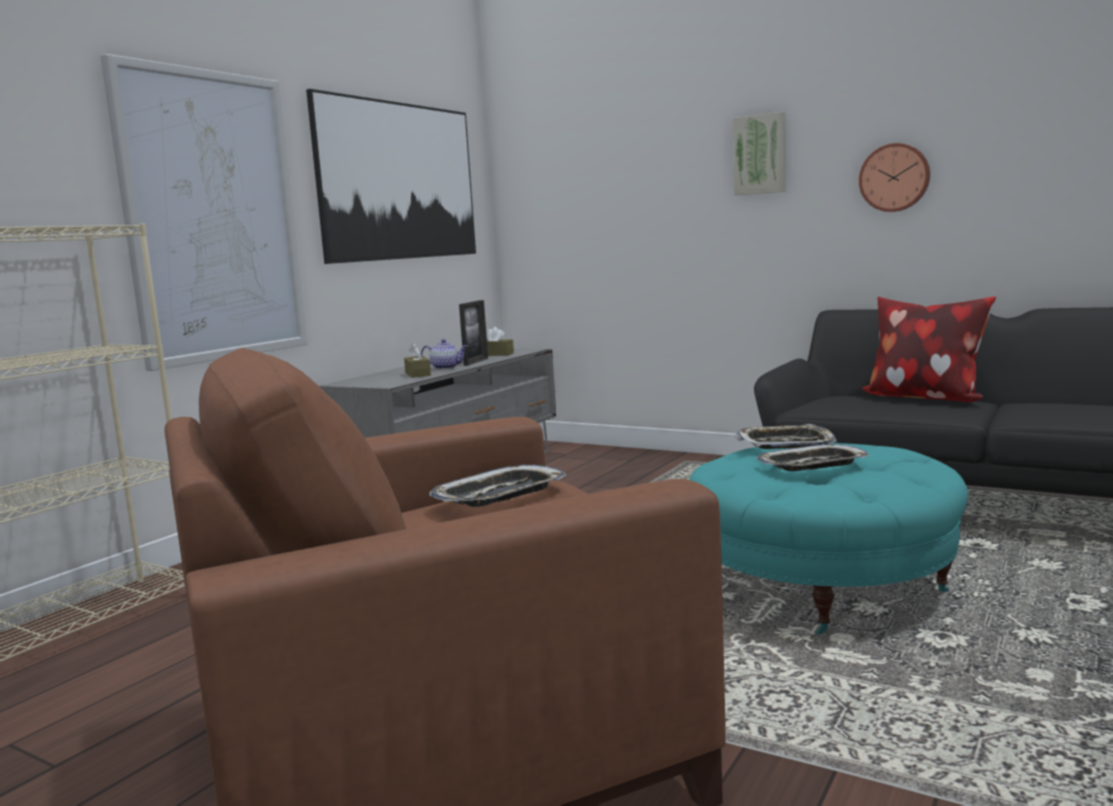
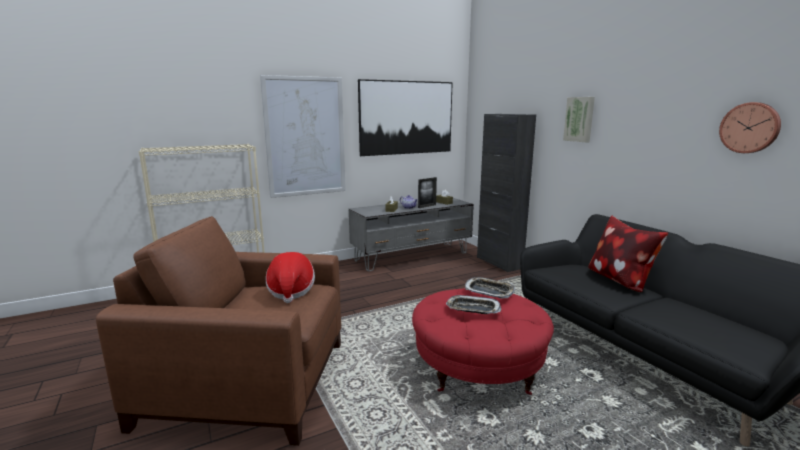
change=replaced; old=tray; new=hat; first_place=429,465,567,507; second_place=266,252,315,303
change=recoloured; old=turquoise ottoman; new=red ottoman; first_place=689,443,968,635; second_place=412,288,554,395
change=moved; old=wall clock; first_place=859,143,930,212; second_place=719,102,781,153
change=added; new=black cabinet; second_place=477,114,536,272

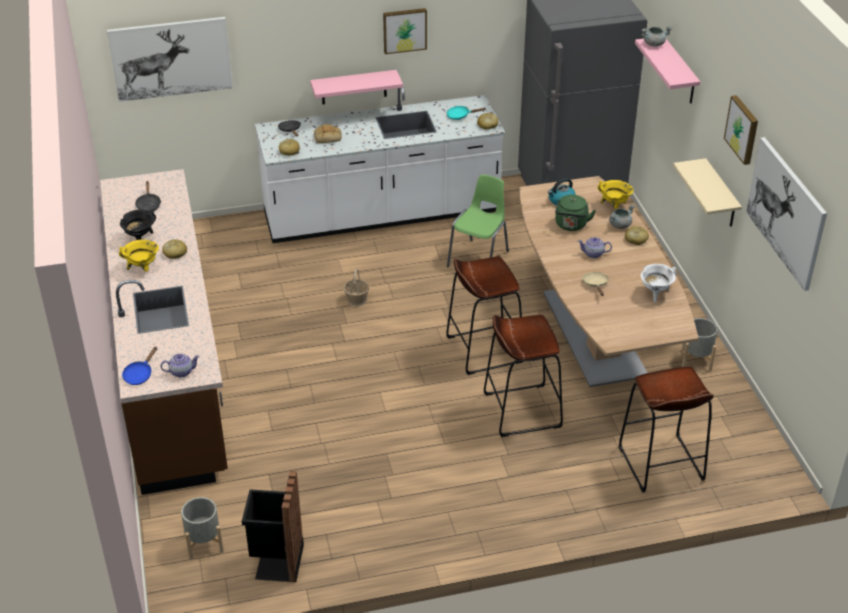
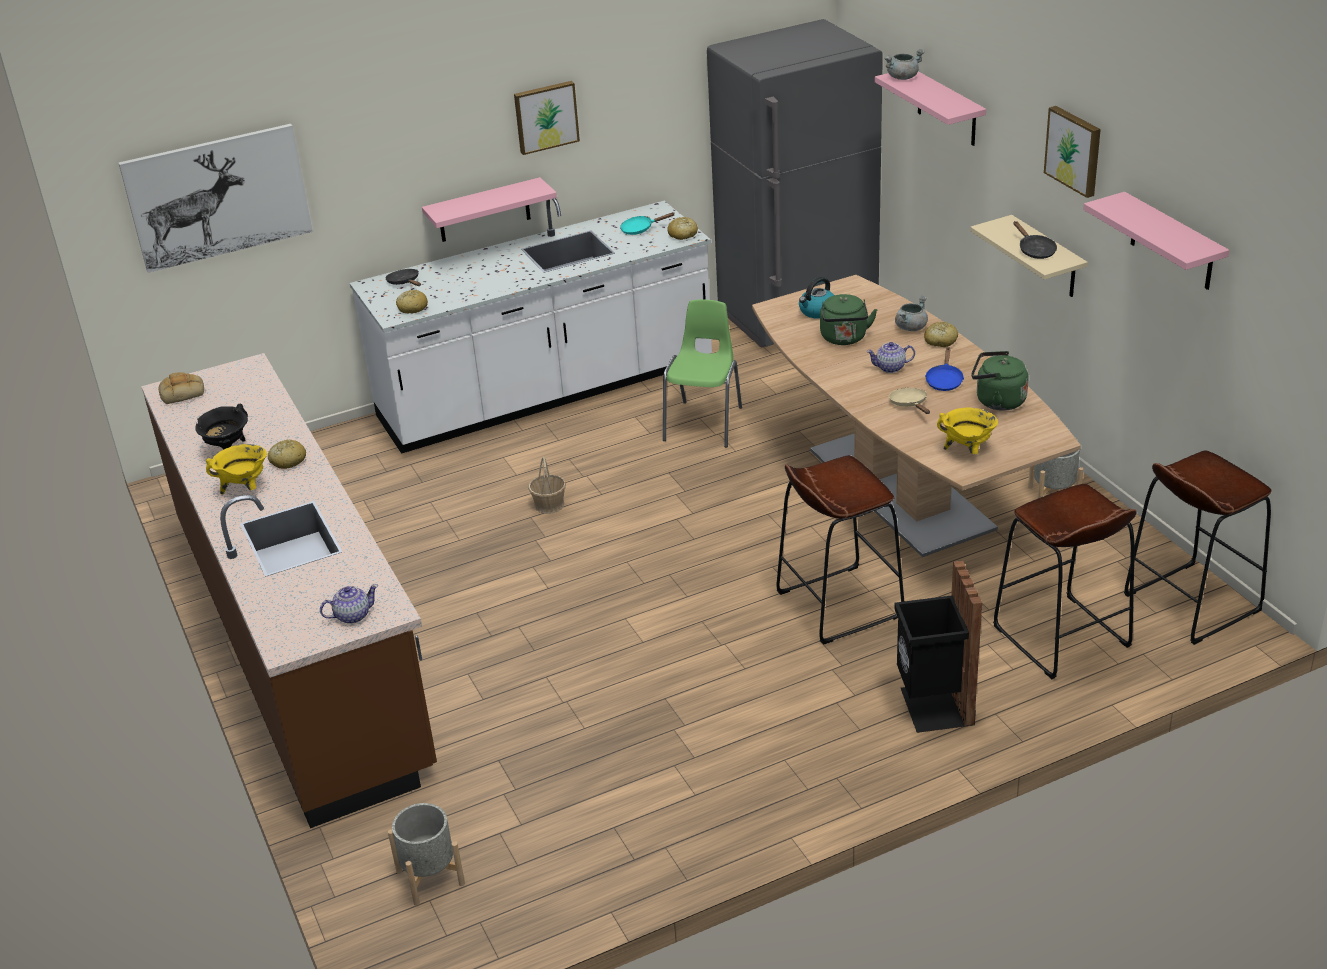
change=moved; old=blue frying pan; first_place=122,346,157,385; second_place=925,347,964,391
change=moved; old=black frying pan; first_place=135,181,161,211; second_place=1014,221,1057,259
change=moved; old=black trash can; first_place=242,471,304,582; second_place=894,560,982,733
change=moved; old=bread; first_place=314,124,342,143; second_place=158,373,204,404
change=moved; old=brown stool; first_place=446,256,522,375; second_place=1124,450,1272,645
change=moved; old=yellow cooking pot; first_place=598,180,634,209; second_place=937,407,998,454
change=replaced; old=white cooking pot; new=green kettle; first_place=641,264,677,303; second_place=971,351,1028,411
change=replaced; old=picture; new=pink shelf; first_place=746,137,827,291; second_place=1083,192,1229,290

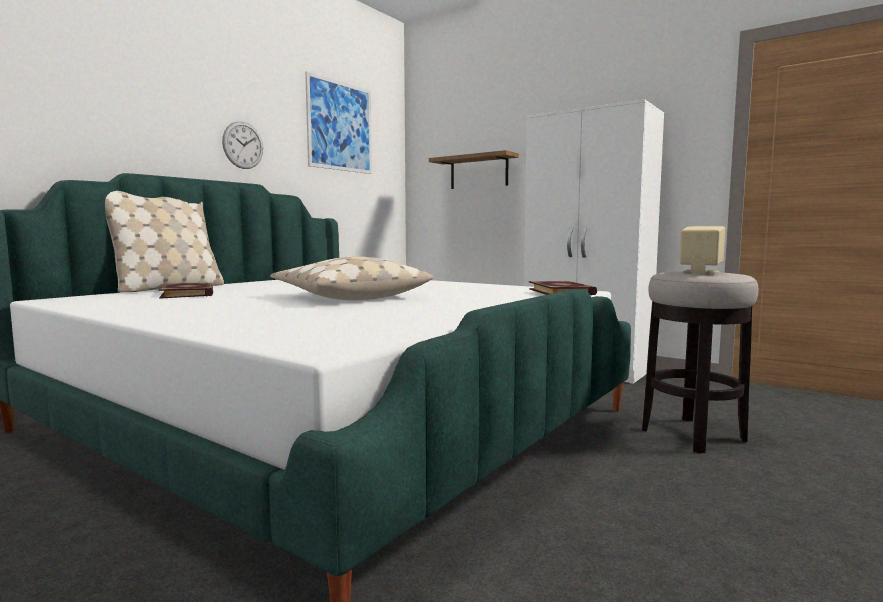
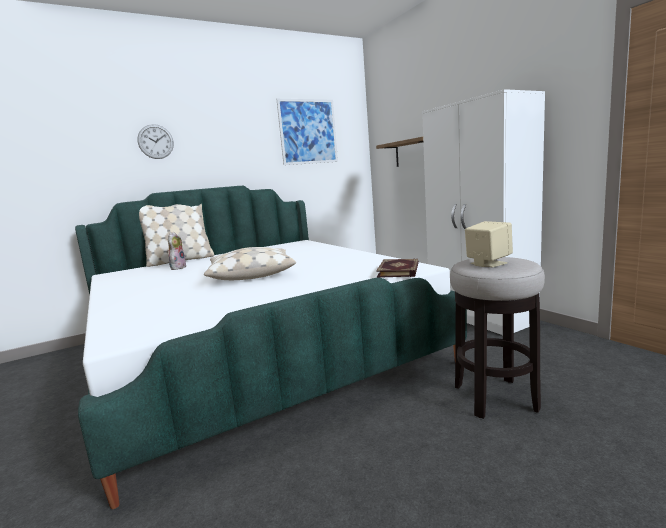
change=replaced; old=book; new=plush toy; first_place=159,282,213,299; second_place=167,232,187,270
change=moved; old=wall clock; first_place=222,121,263,169; second_place=137,124,174,159

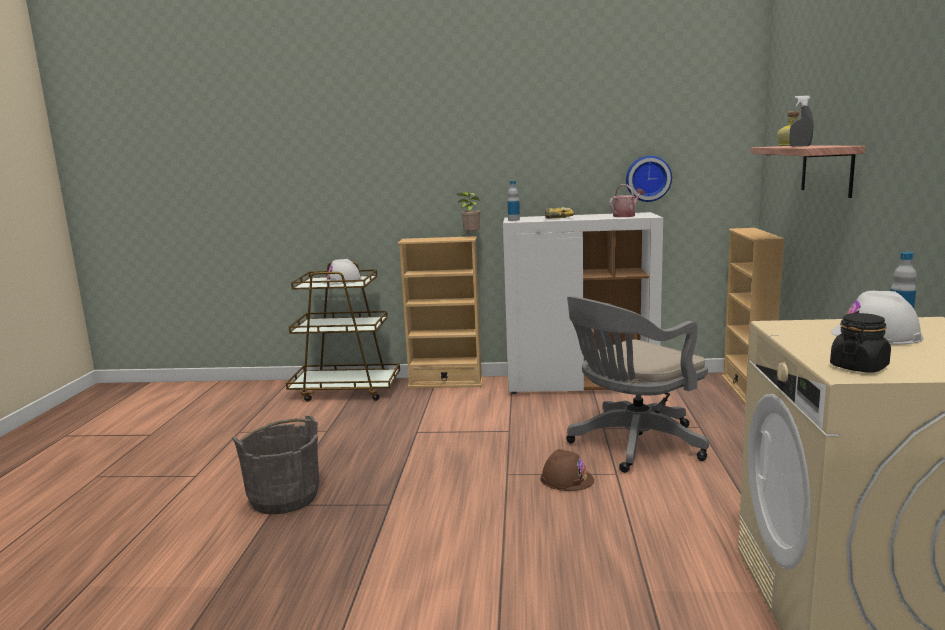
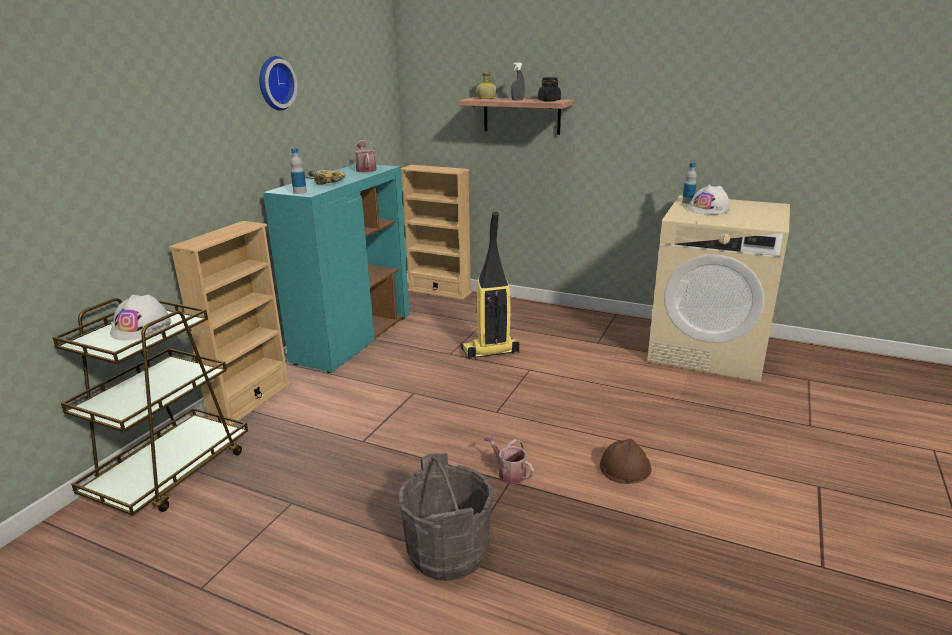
change=removed; old=potted plant; first_place=456,192,480,236
change=recoloured; old=white cabinet; new=turquoise cabinet; first_place=503,212,663,394; second_place=263,164,410,373
change=moved; old=brown hard hat; first_place=540,449,594,491; second_place=600,439,651,484
change=replaced; old=grey office chair; new=vacuum cleaner; first_place=566,296,709,473; second_place=461,212,519,360
change=moved; old=wall clock; first_place=626,156,672,202; second_place=259,56,297,111
change=moved; old=black jar; first_place=830,313,891,373; second_place=538,77,561,102
change=added; new=watering can; second_place=484,434,534,484

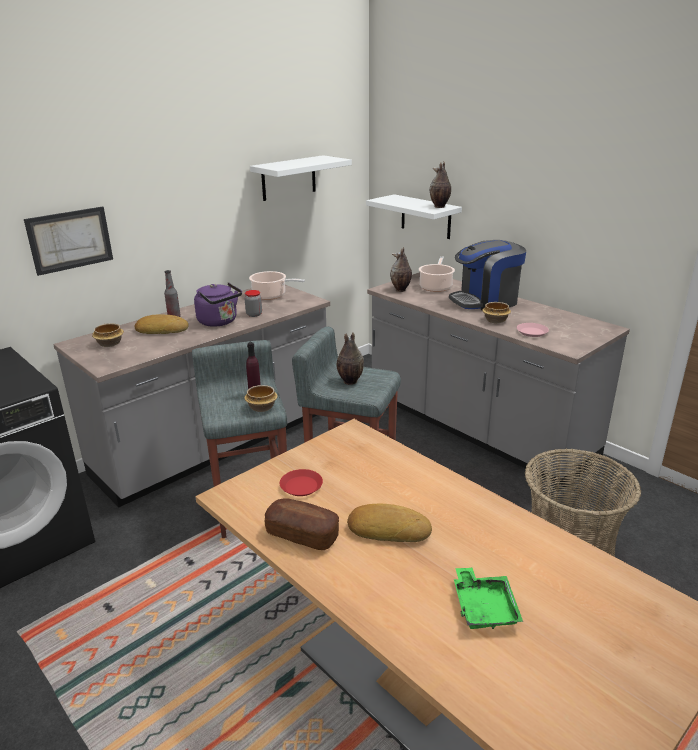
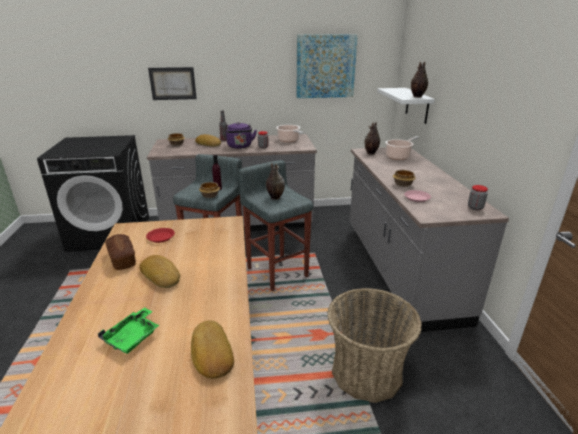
change=replaced; old=white shelf; new=picture; first_place=250,155,352,201; second_place=296,34,358,98
change=removed; old=coffee machine; first_place=449,240,526,310
change=added; new=bread; second_place=191,320,234,379
change=added; new=jar; second_place=468,185,488,210

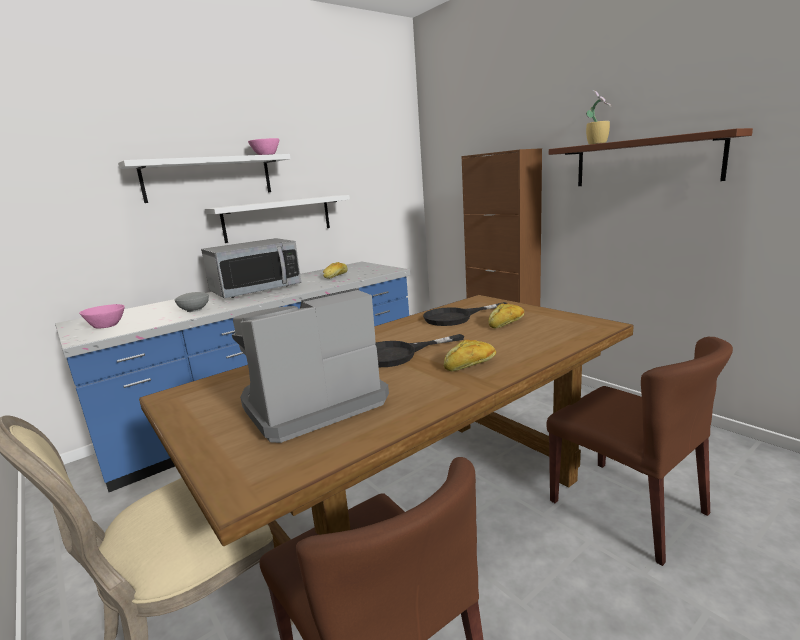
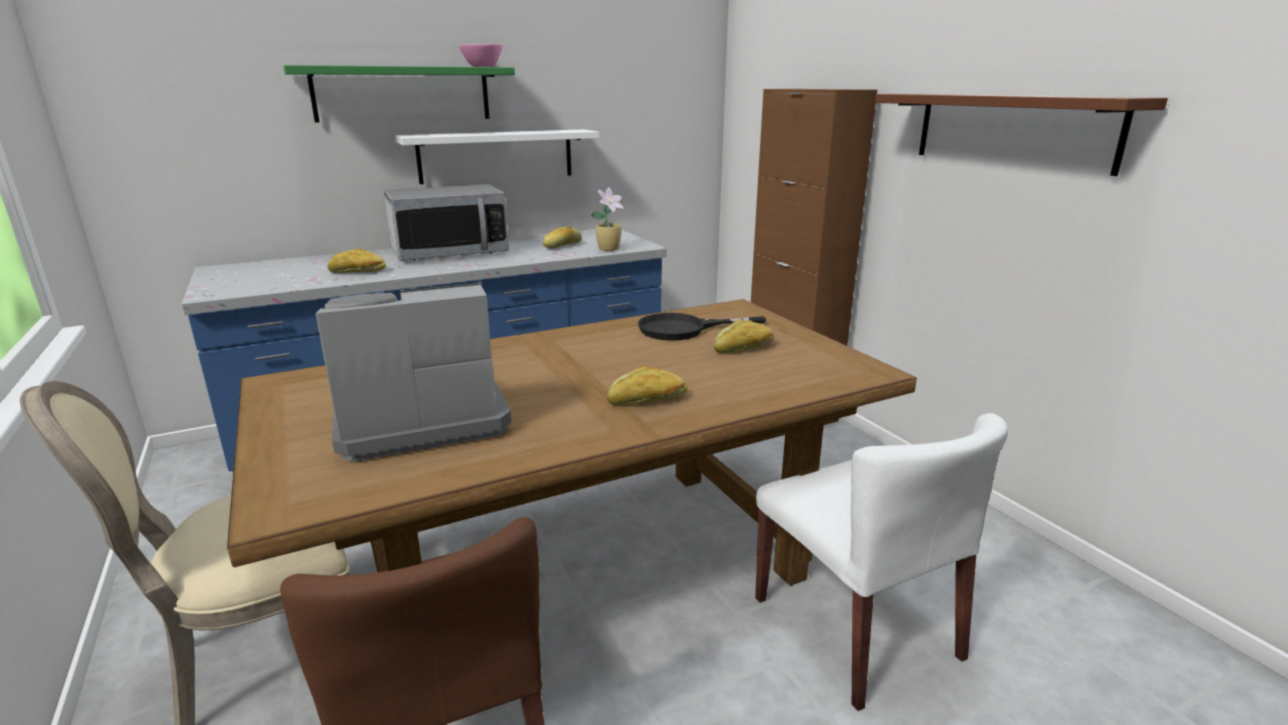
change=removed; old=pink bowl; first_place=79,304,125,329
change=recoloured; old=white shelf; new=green shelf; first_place=118,154,291,203; second_place=283,65,515,123
change=replaced; old=grey bowl; new=bread; first_place=175,292,209,312; second_place=327,248,386,273
change=removed; old=black frying pan; first_place=375,334,464,367
change=recoloured; old=brown chair; new=white chair; first_place=546,337,733,566; second_place=755,413,1008,711
change=moved; old=potted plant; first_place=586,90,612,145; second_place=591,187,624,251

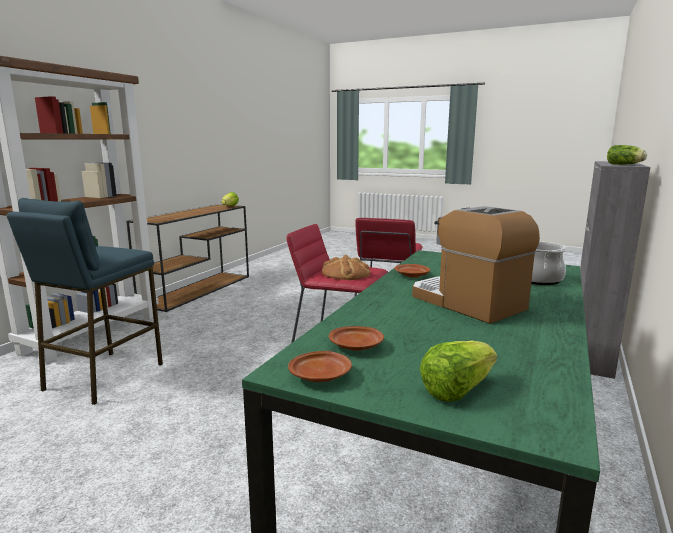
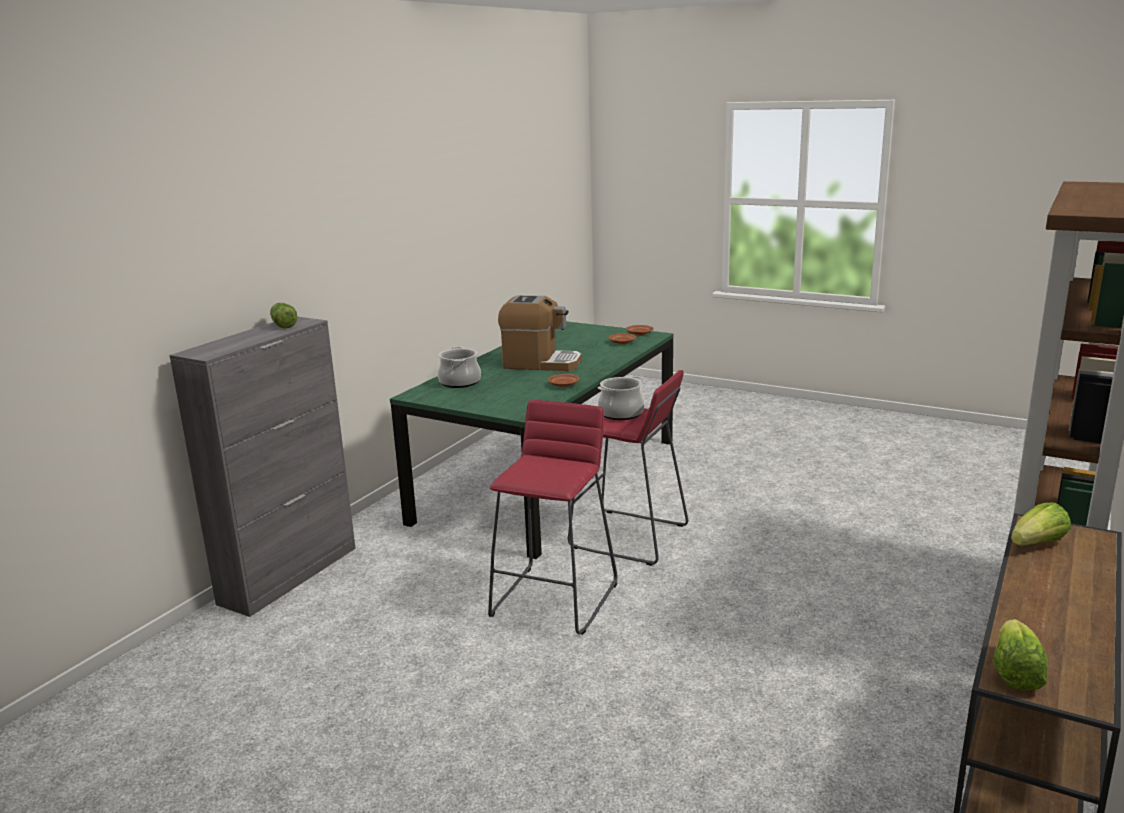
change=removed; old=blue stool; first_place=7,198,163,405
change=replaced; old=bread; new=cooking pot; first_place=322,255,370,280; second_place=597,376,644,420
change=turned; old=coffee machine; first_place=412,206,540,324; second_place=498,295,582,371; degrees=-45
change=moved; old=lettuce; first_place=420,341,497,402; second_place=1011,503,1071,545

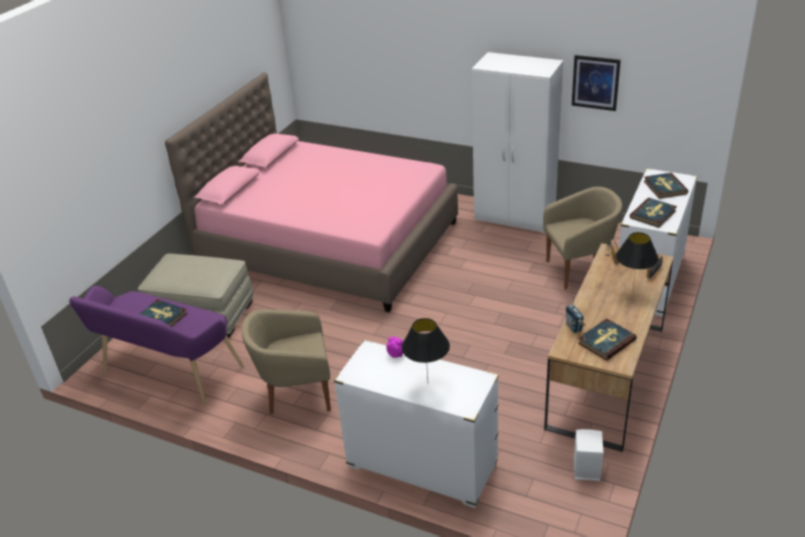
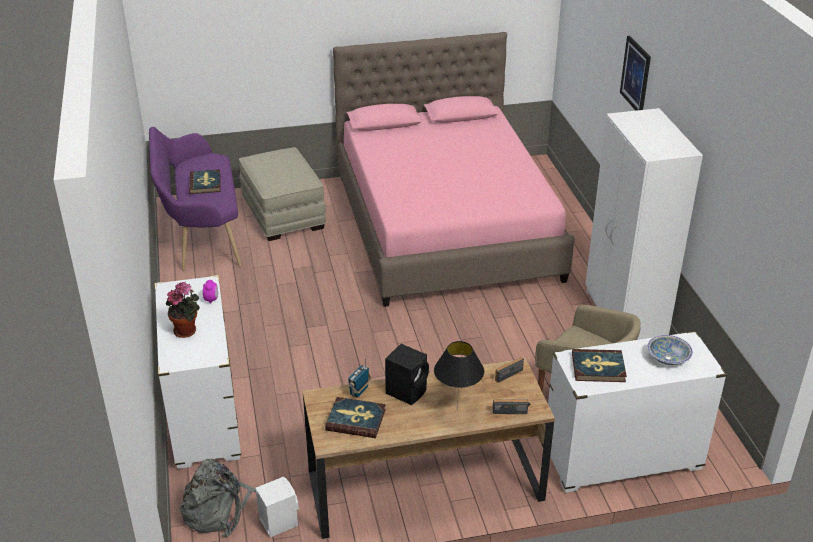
change=removed; old=beige armchair; first_place=241,310,331,414
change=replaced; old=black table lamp; new=potted plant; first_place=402,318,450,380; second_place=166,282,200,338
change=moved; old=picture; first_place=572,55,621,111; second_place=620,36,651,111
change=replaced; old=book; new=bowl; first_place=644,173,688,199; second_place=647,335,693,365
change=added; new=grey backpack; second_place=180,459,256,538
change=added; new=black speaker; second_place=385,344,429,405

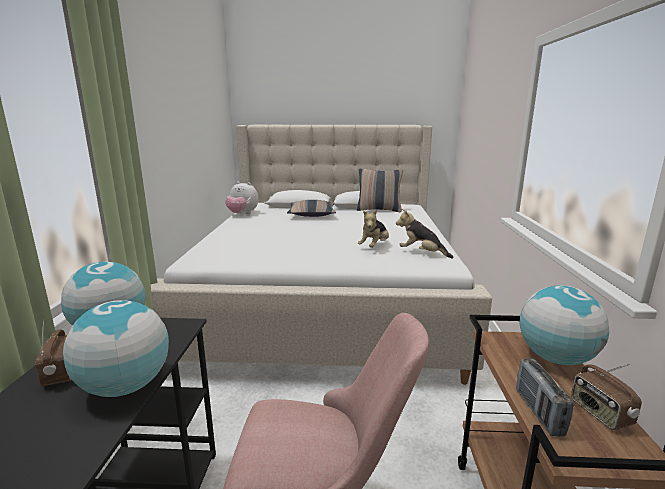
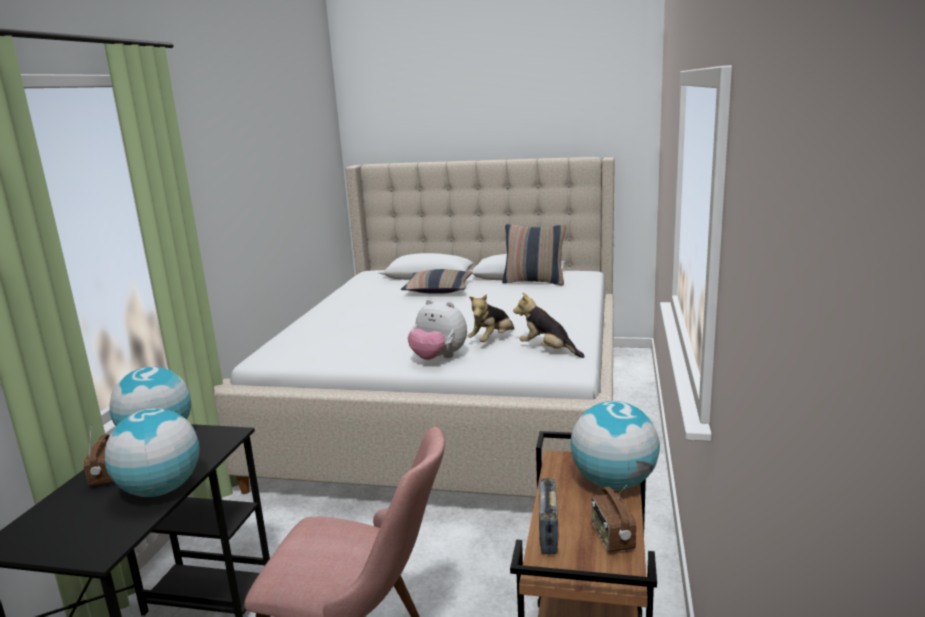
change=moved; old=plush toy; first_place=225,182,258,214; second_place=407,299,467,360

